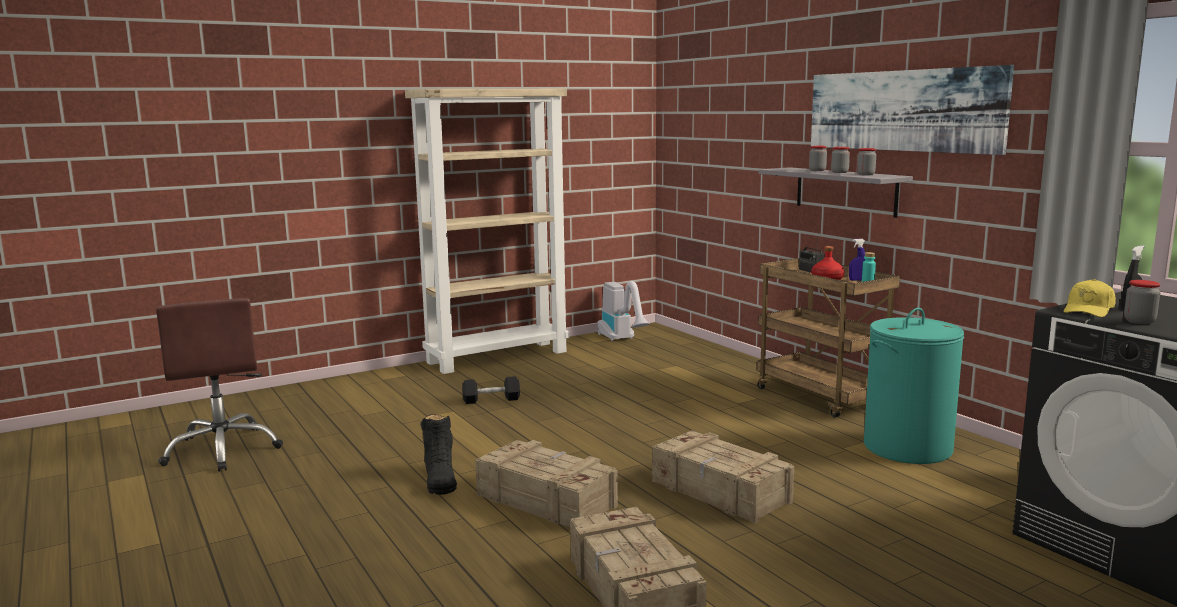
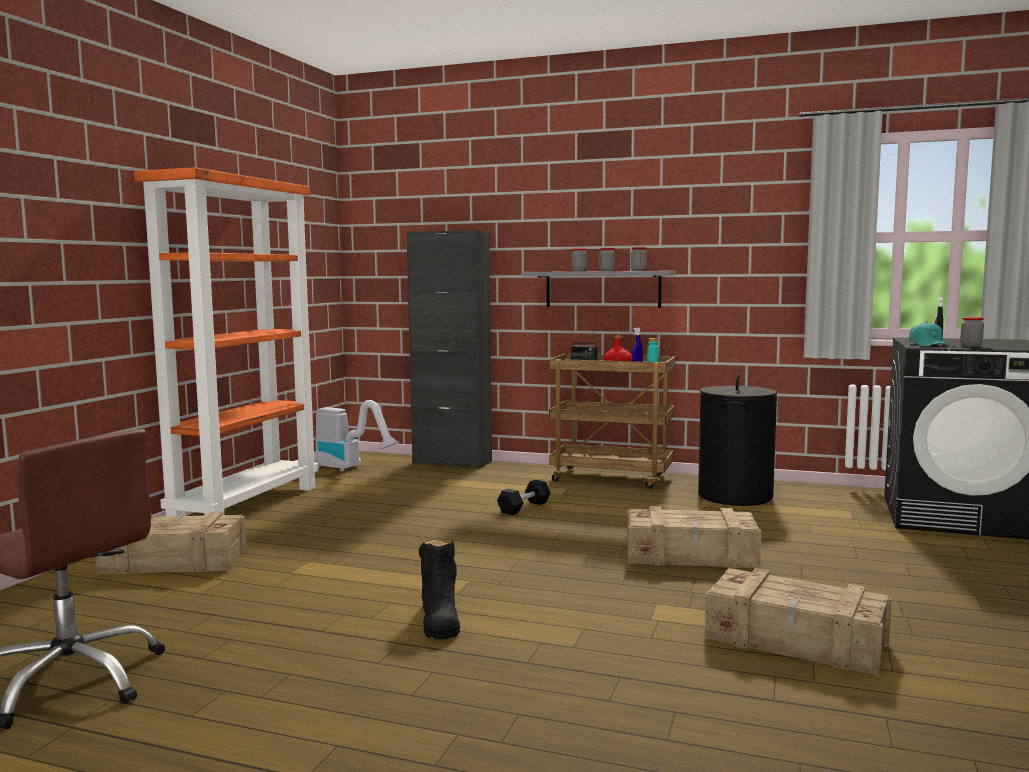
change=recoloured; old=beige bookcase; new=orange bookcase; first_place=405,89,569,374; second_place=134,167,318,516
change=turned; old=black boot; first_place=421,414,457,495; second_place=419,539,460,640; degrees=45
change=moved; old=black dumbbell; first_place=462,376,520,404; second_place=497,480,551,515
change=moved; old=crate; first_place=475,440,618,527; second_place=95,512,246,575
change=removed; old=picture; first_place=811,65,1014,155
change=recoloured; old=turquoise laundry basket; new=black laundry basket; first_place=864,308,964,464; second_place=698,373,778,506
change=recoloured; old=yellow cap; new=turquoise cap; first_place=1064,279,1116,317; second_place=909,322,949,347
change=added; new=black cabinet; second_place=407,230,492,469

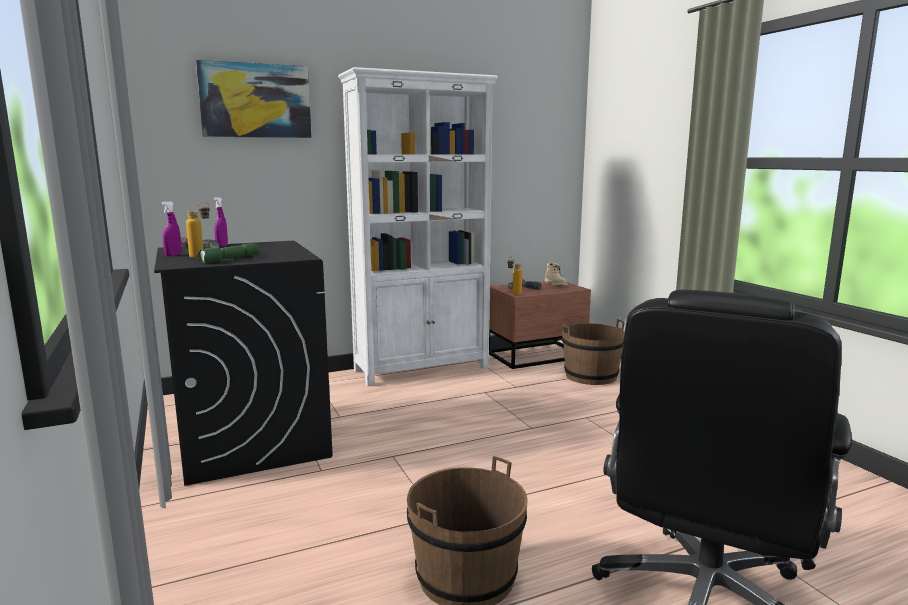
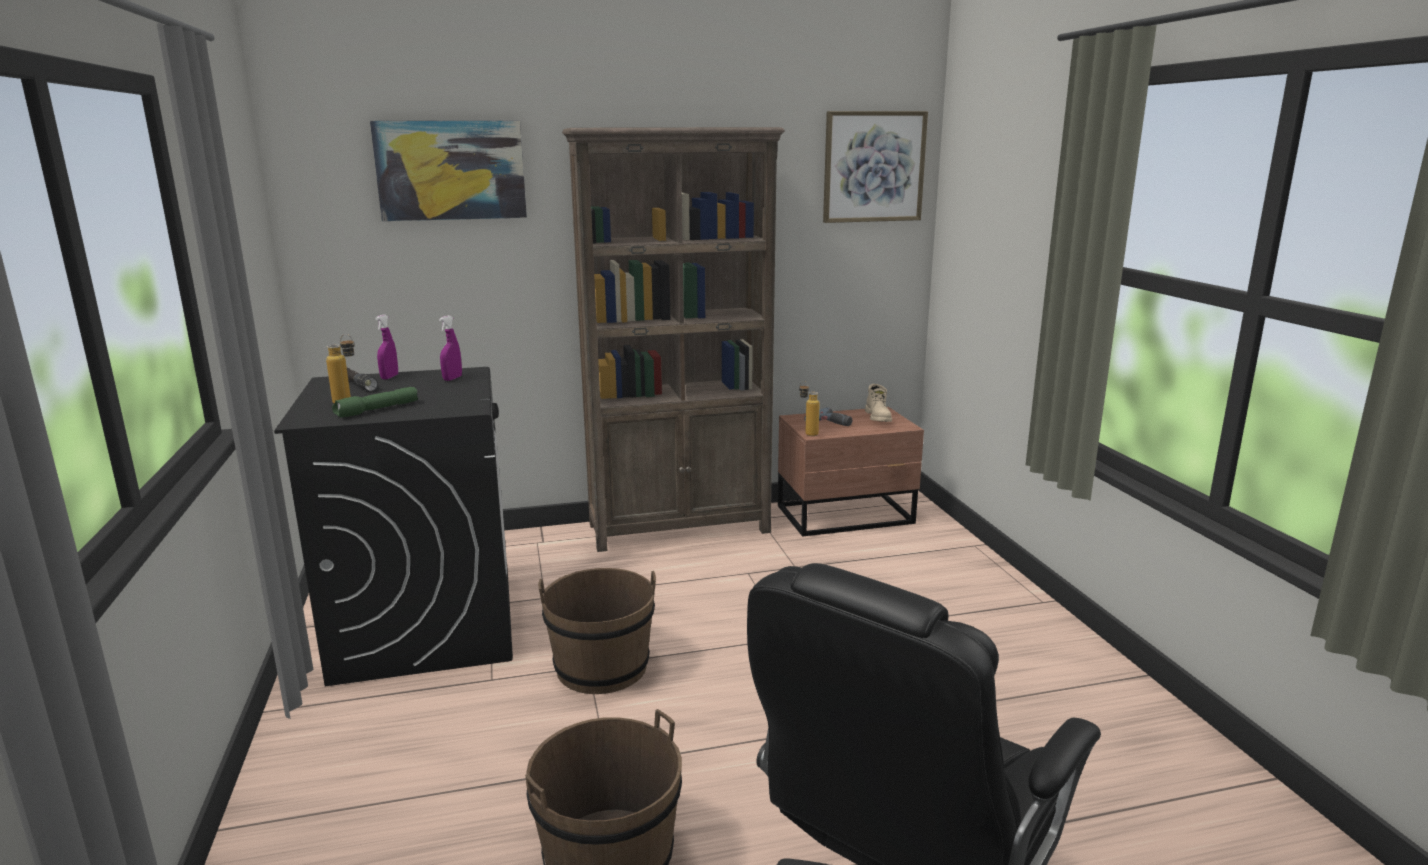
change=moved; old=purple spray bottle; first_place=161,201,182,256; second_place=439,315,462,381
change=recoloured; old=white bookcase; new=brown bookcase; first_place=338,67,498,387; second_place=562,127,785,552
change=moved; old=brown bucket; first_place=562,319,625,385; second_place=538,568,656,694
change=added; new=picture; second_place=823,111,928,223

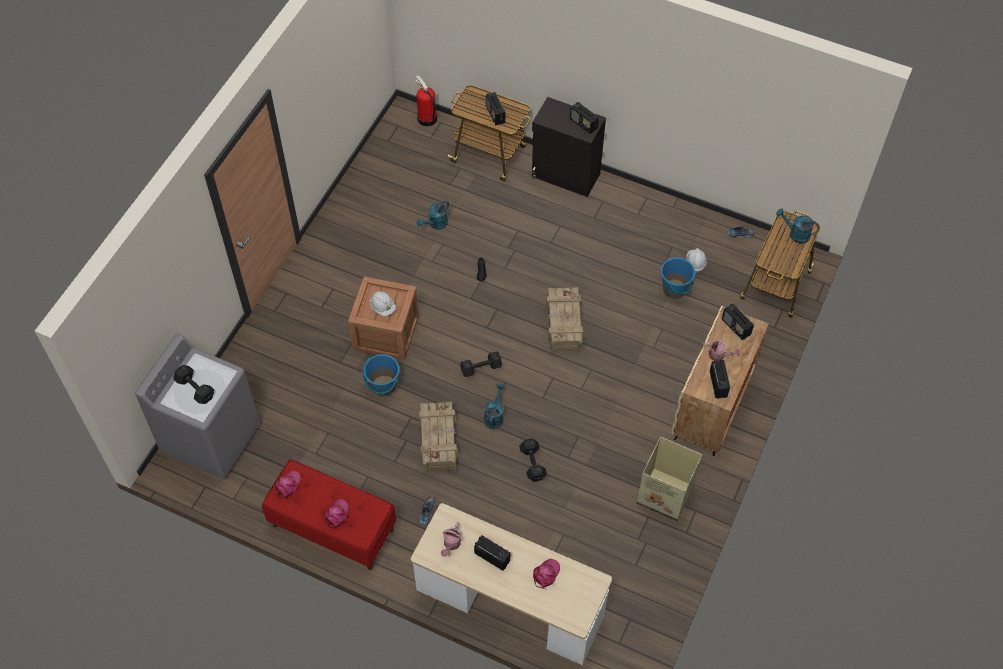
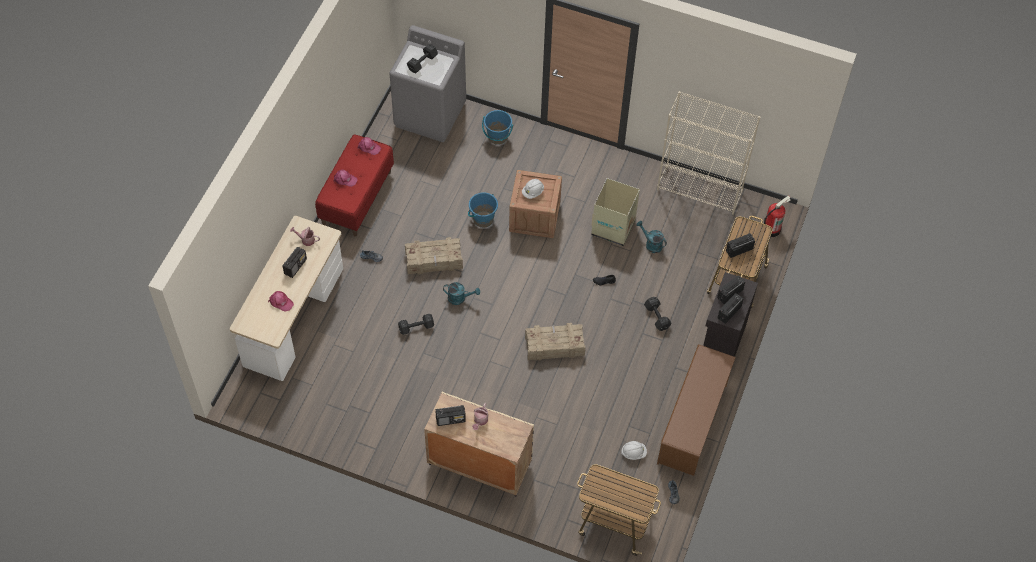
change=moved; old=black dumbbell; first_place=460,352,502,377; second_place=644,297,671,331
change=moved; old=cardboard box; first_place=637,437,702,521; second_place=591,178,640,246
change=moved; old=blue bucket; first_place=661,257,695,299; second_place=482,110,513,145
change=moved; old=radio; first_place=722,303,754,340; second_place=717,275,745,304
change=removed; old=turquoise watering can; first_place=776,208,819,243
change=added; new=beige bookcase; second_place=657,91,760,215
change=added; new=brown shoe rack; second_place=657,344,736,476

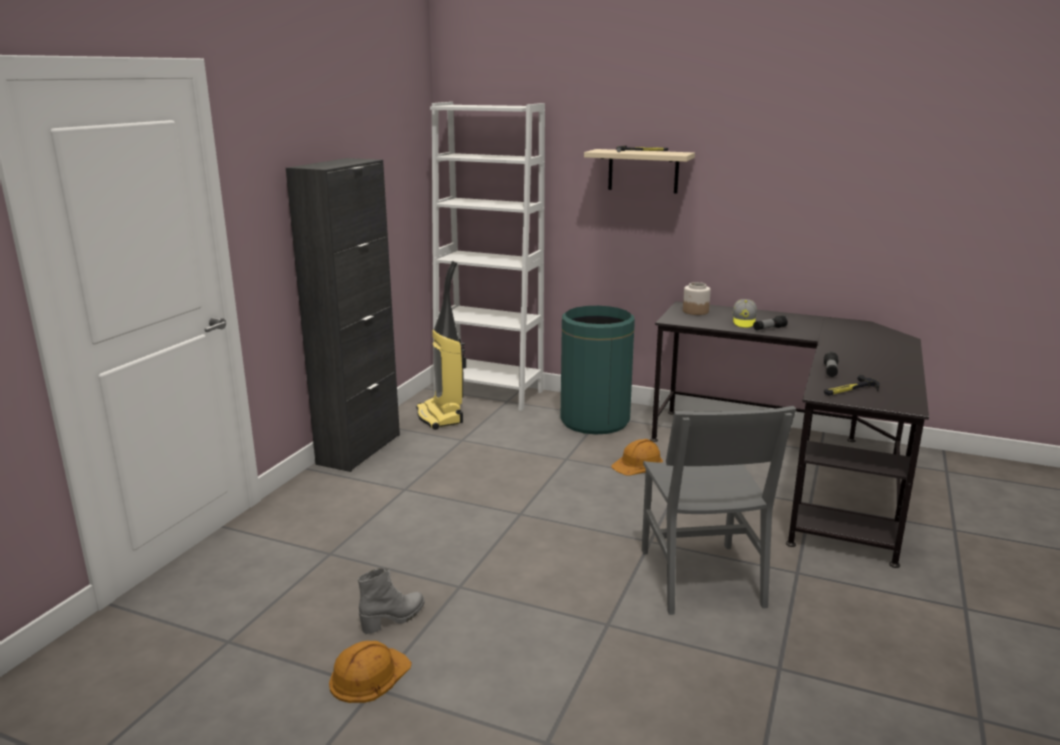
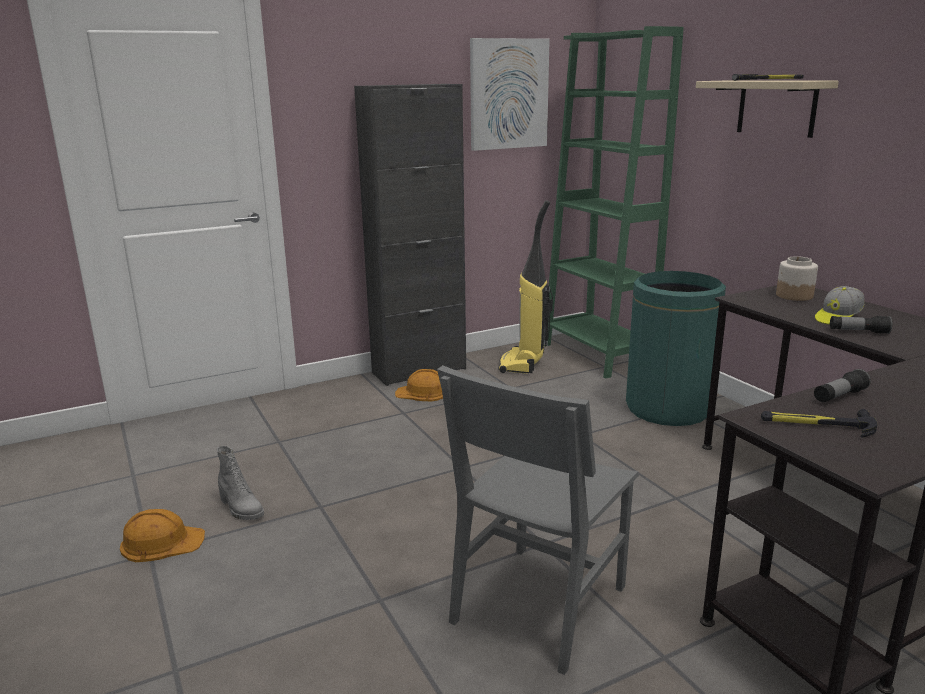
change=turned; old=grey boot; first_place=358,568,424,634; second_place=217,446,264,520; degrees=45
change=recoloured; old=white bookcase; new=green bookcase; first_place=430,102,545,411; second_place=546,26,684,379
change=moved; old=orange hard hat; first_place=611,439,663,476; second_place=395,369,443,401
change=added; new=picture; second_place=470,38,550,151

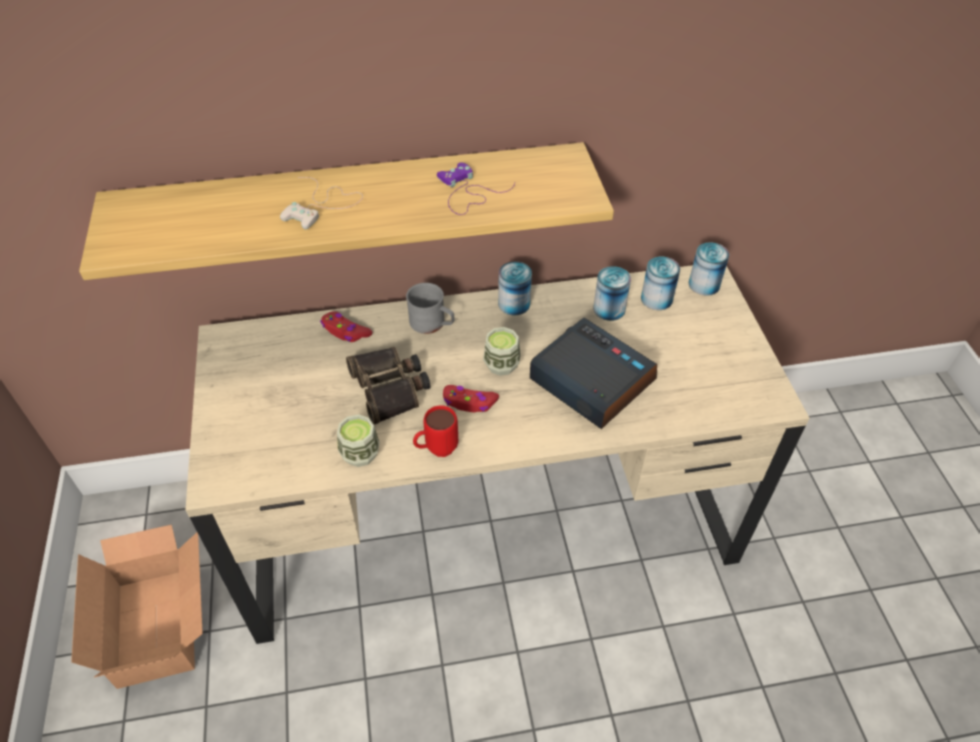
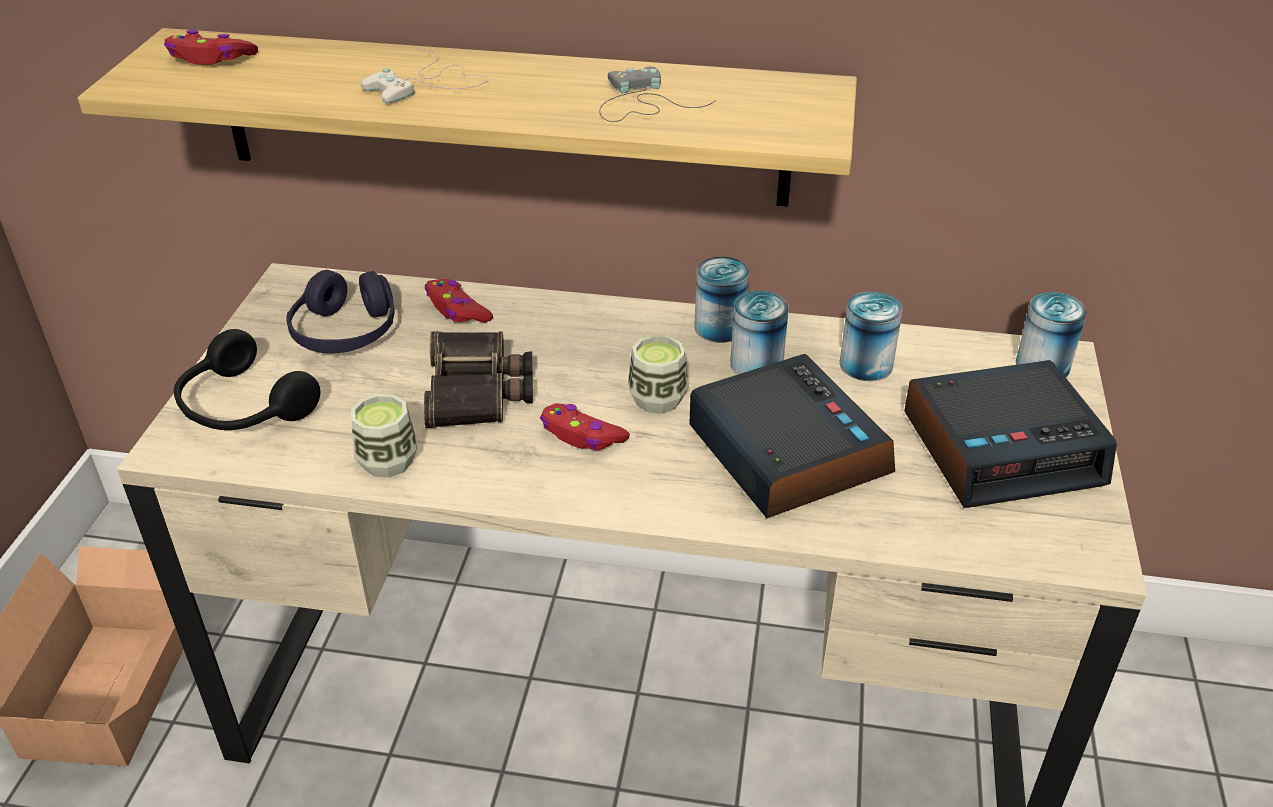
change=removed; old=grey mug; first_place=406,283,454,334
change=removed; old=red mug; first_place=413,405,458,457
change=recoloured; old=purple game controller; new=grey game controller; first_place=437,162,515,215; second_place=599,67,716,122
change=moved; old=can; first_place=641,257,680,310; second_place=730,291,789,375
change=added; new=red game controller; second_place=164,30,258,65
change=added; new=black headphones; second_place=174,329,320,430
change=added; new=purple headphones; second_place=286,270,395,354
change=added; new=alarm clock; second_place=904,360,1117,508

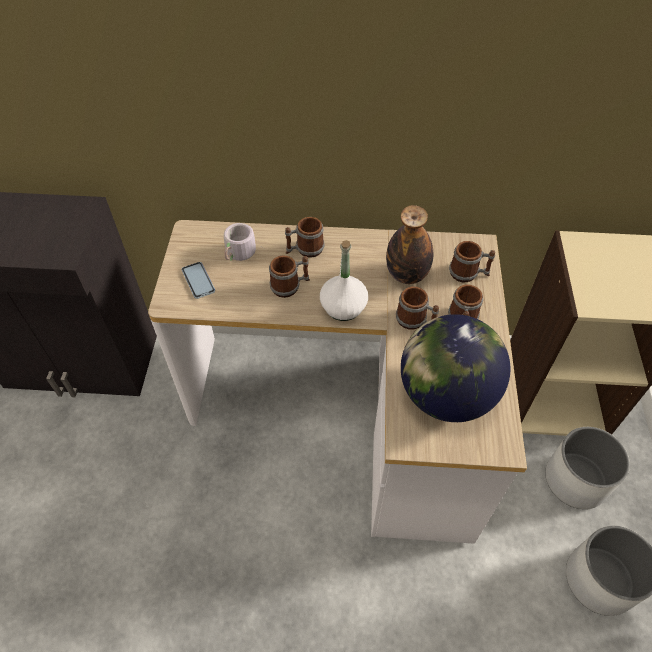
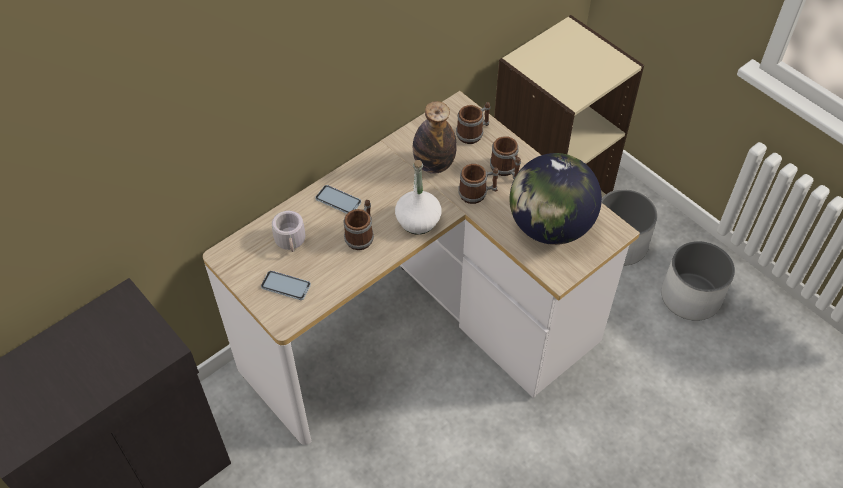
change=replaced; old=mug; new=phone; first_place=285,217,325,258; second_place=315,185,361,214

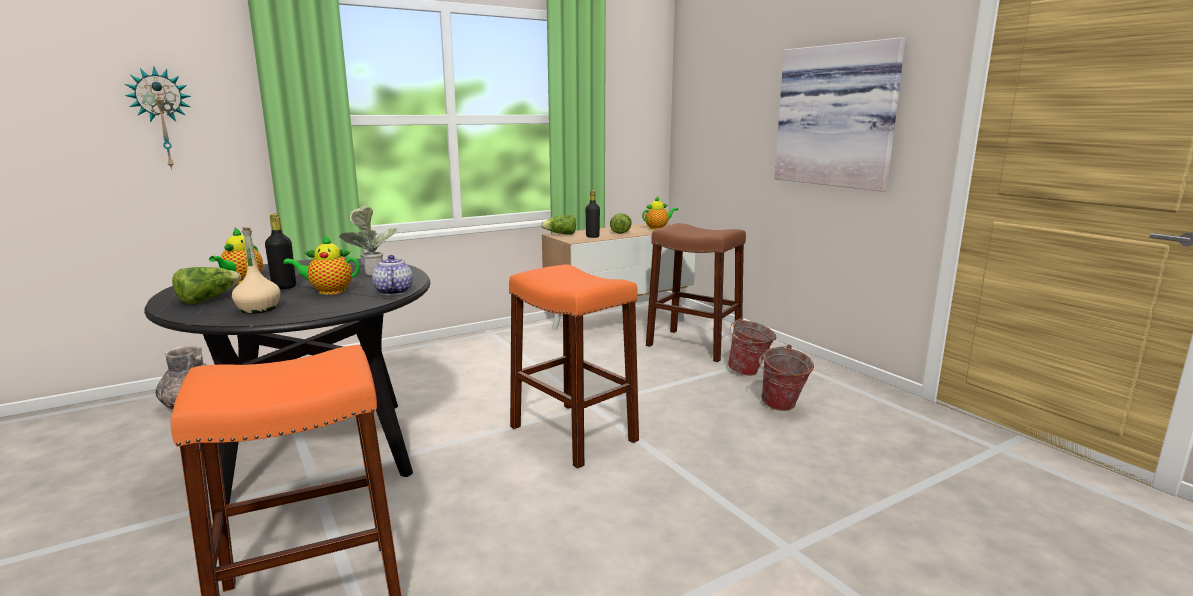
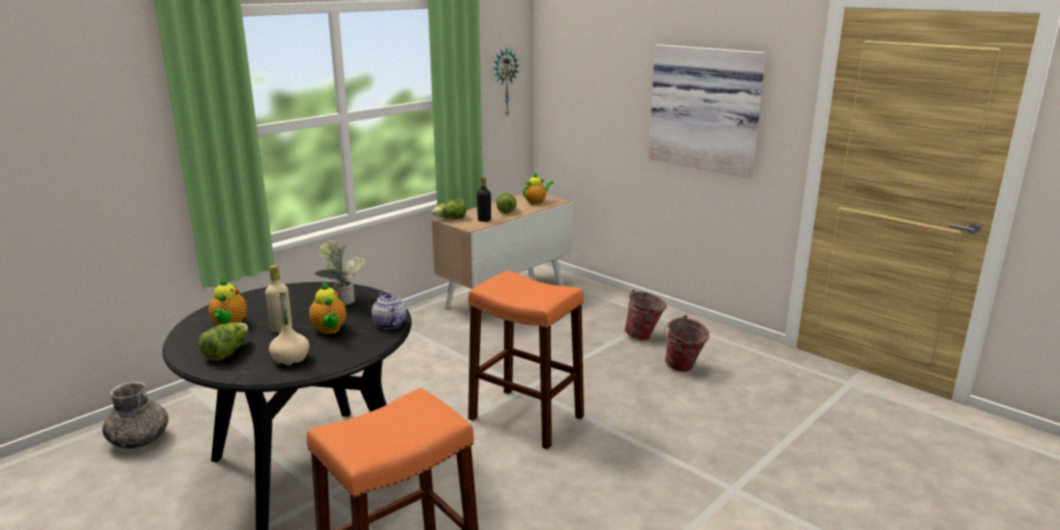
change=moved; old=wall clock; first_place=125,66,191,170; second_place=493,47,520,115
change=recoloured; old=black bottle; new=beige bottle; first_place=265,214,296,289; second_place=265,265,292,333
change=turned; old=teapot; first_place=283,235,360,295; second_place=309,282,346,334; degrees=-90
change=removed; old=brown stool; first_place=646,223,746,362

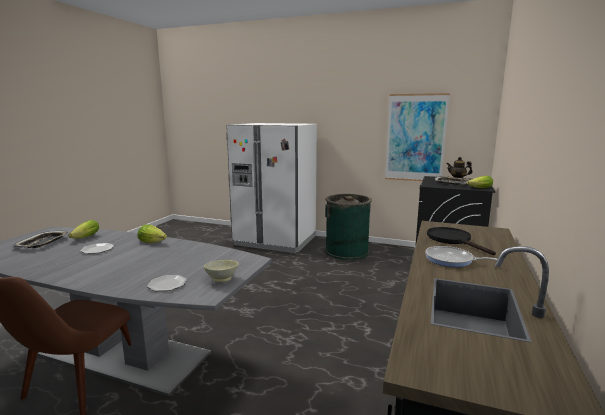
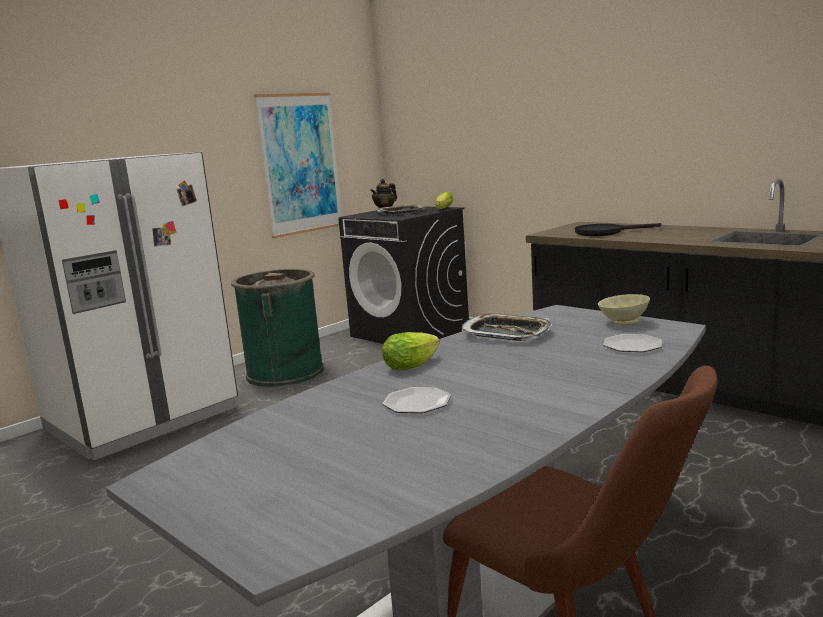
change=moved; old=tray; first_place=13,230,69,248; second_place=461,313,552,341
change=removed; old=lettuce; first_place=68,220,99,239
change=removed; old=frying pan; first_place=425,246,498,267

